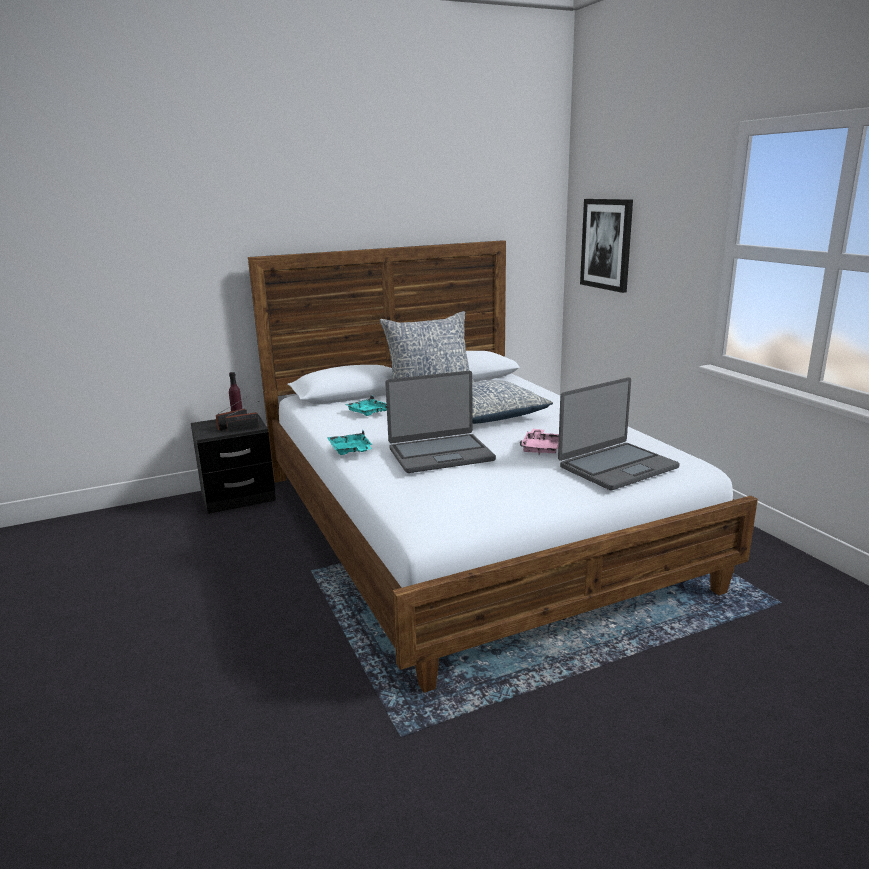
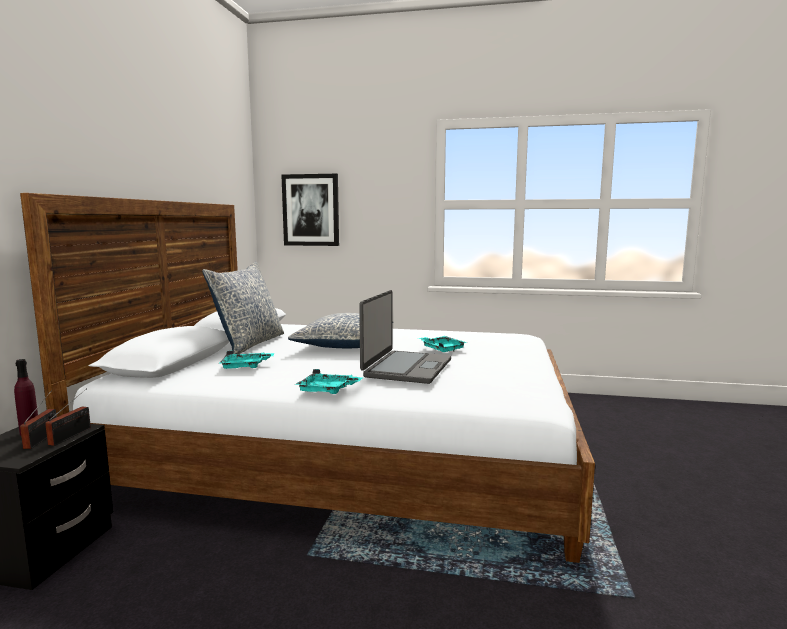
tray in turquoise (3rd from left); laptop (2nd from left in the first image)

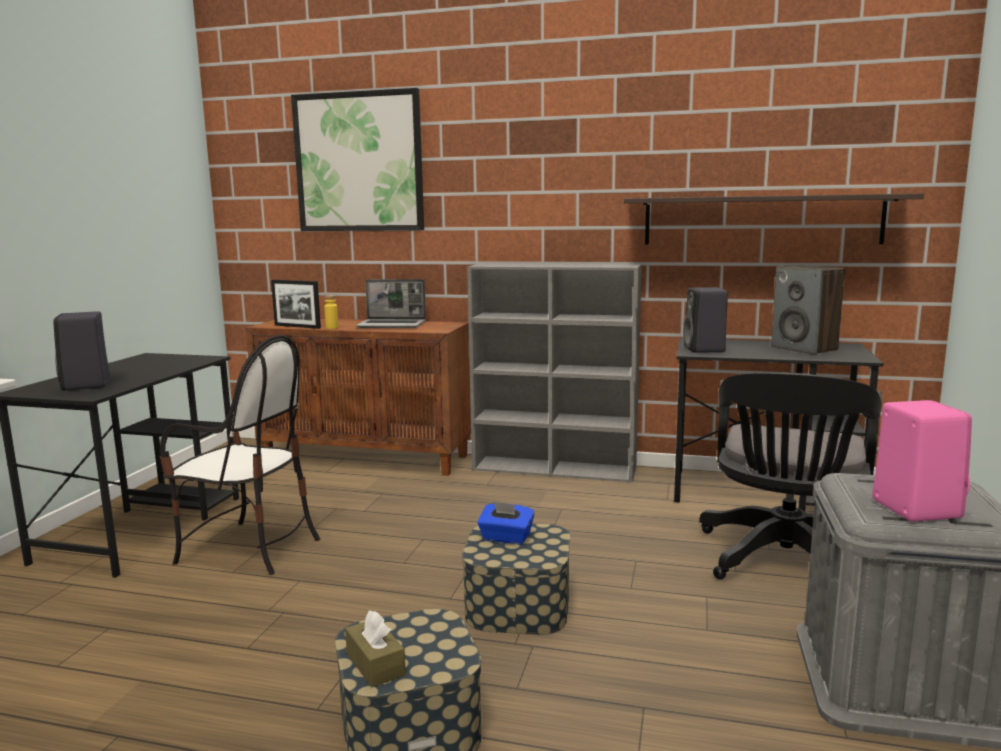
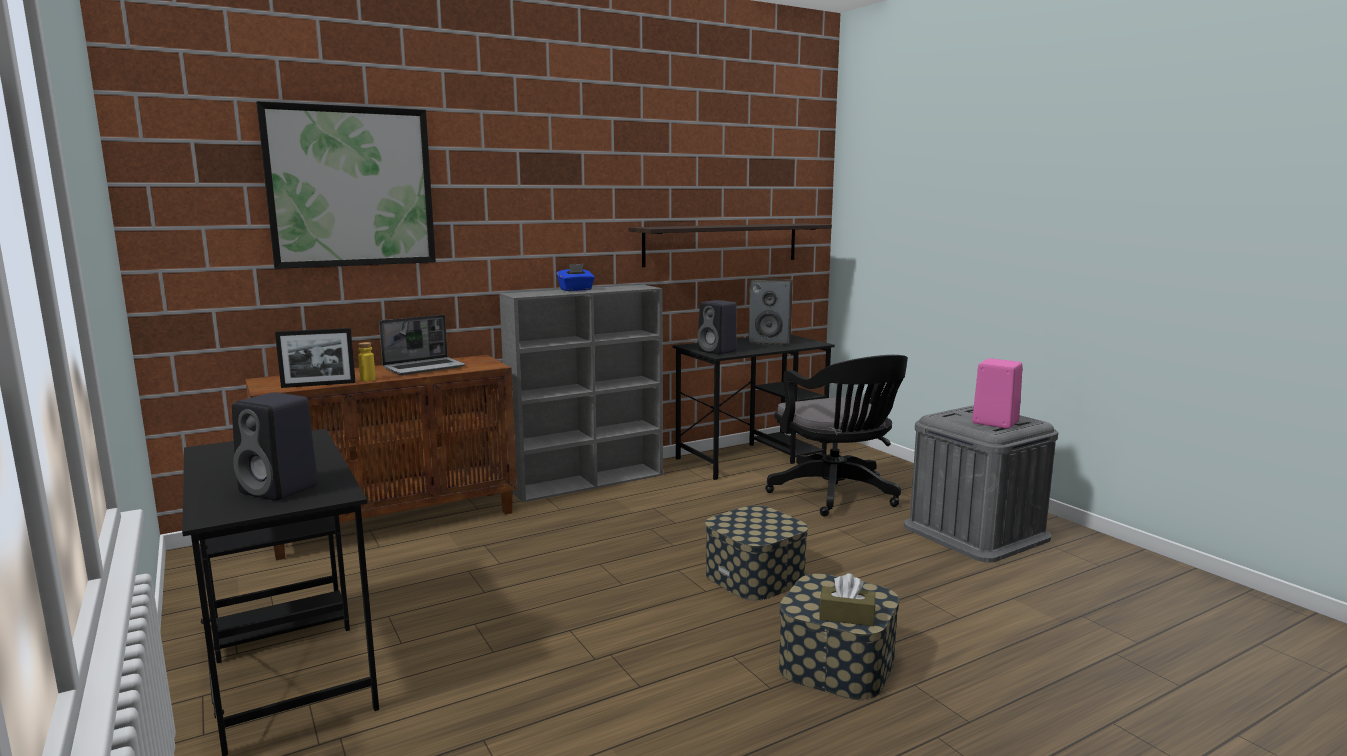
chair; tissue box in blue

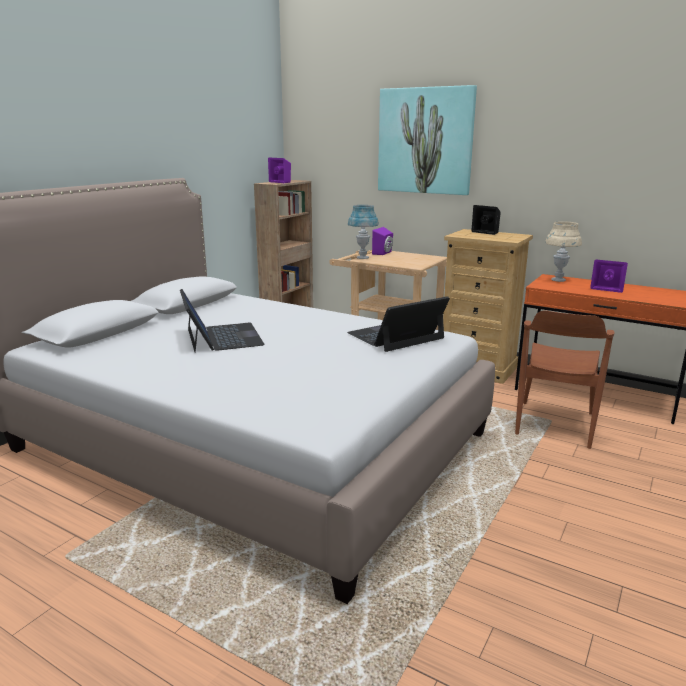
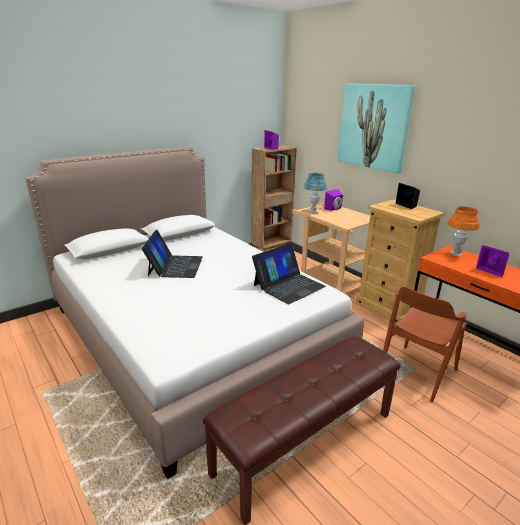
laptop (2nd from left); table lamp in orange; bench in brown

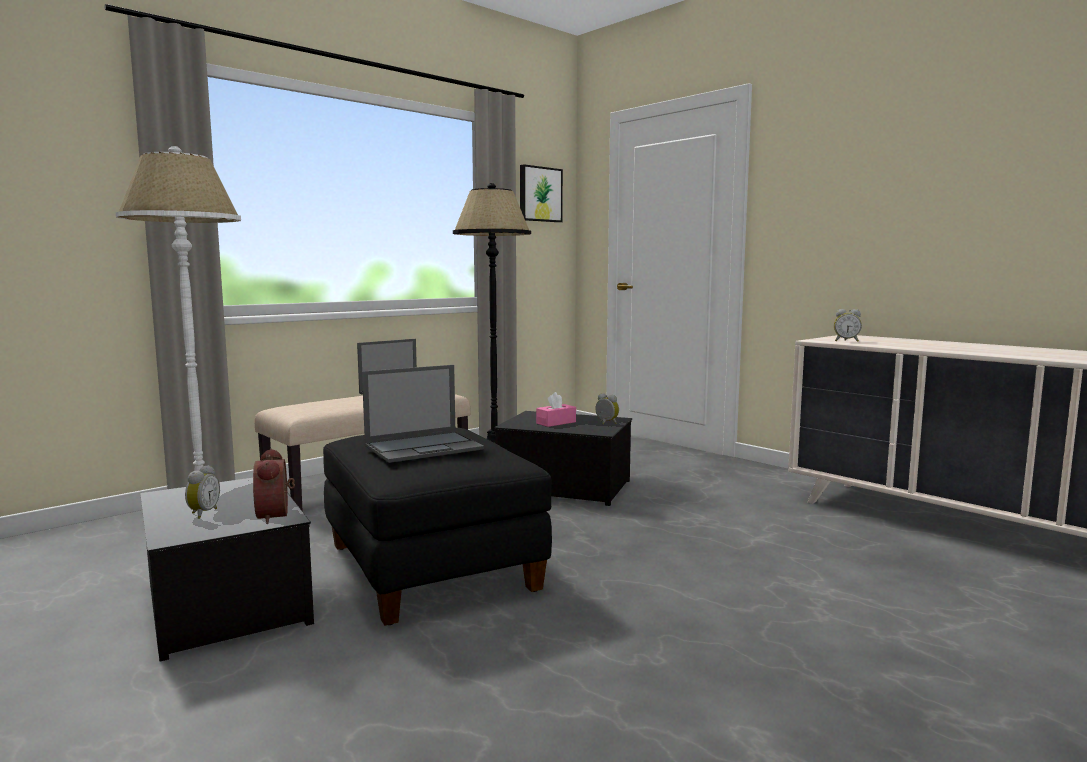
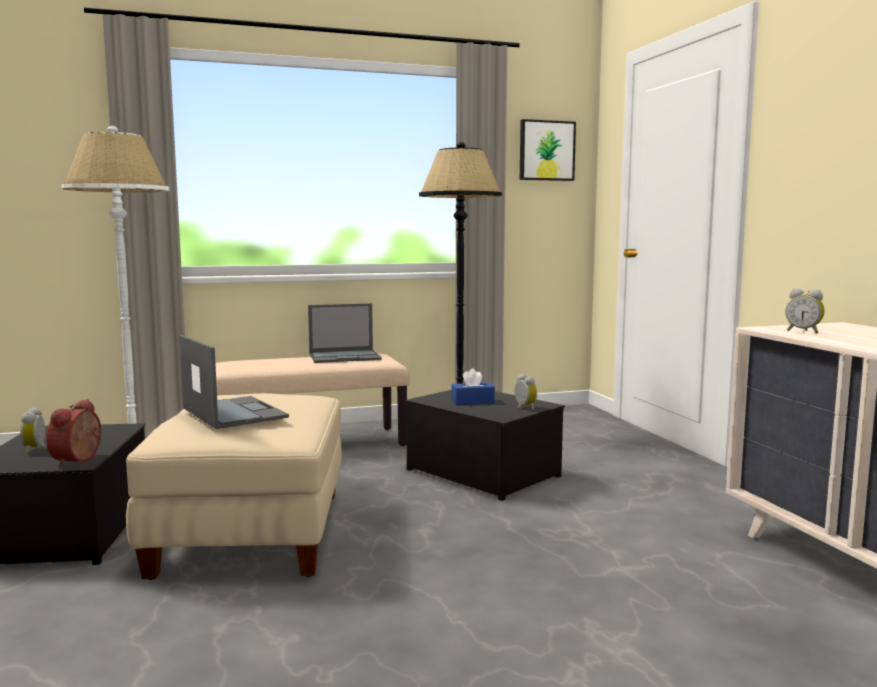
alarm clock (1st from left); ottoman in beige; laptop (1st from left); tissue box in blue

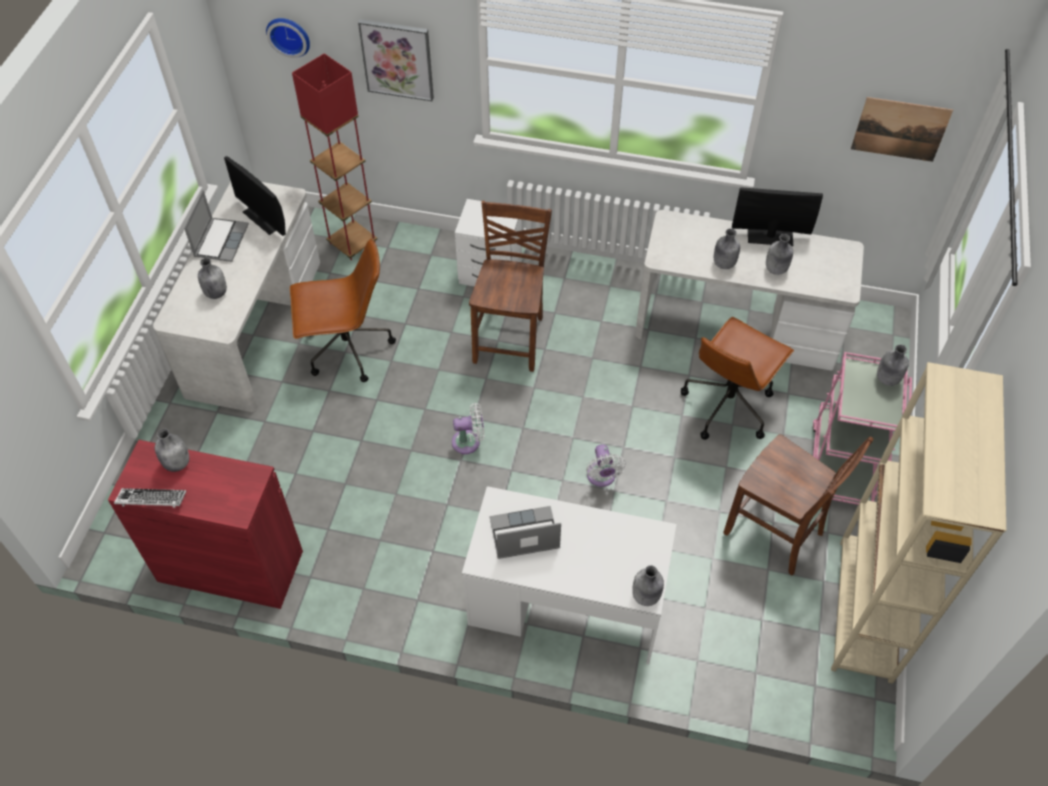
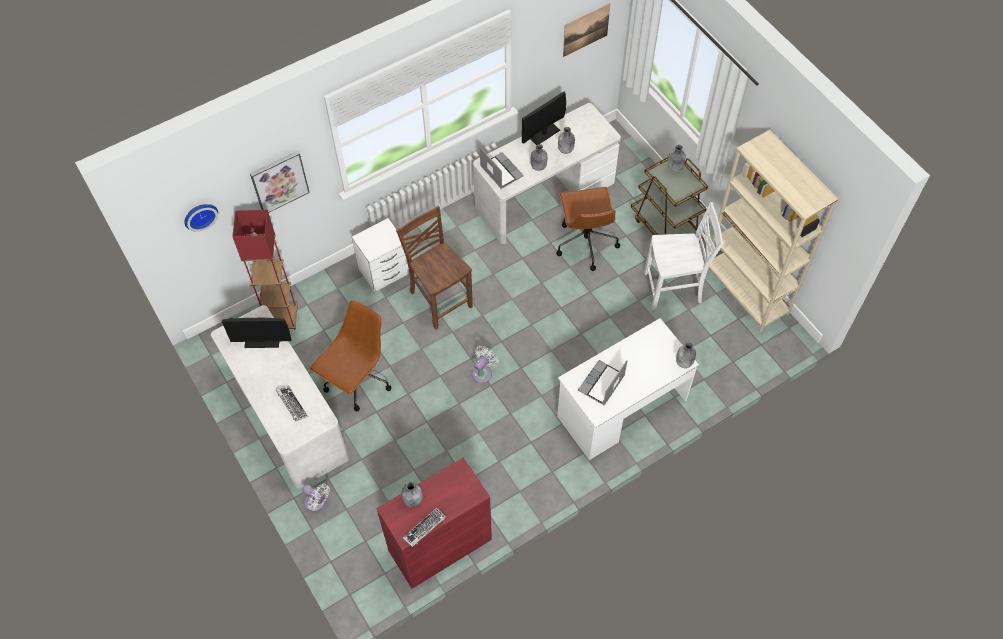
laptop (1st from left); keyboard (1st from left); fan in white (1st from left); chair in white; cart in brown

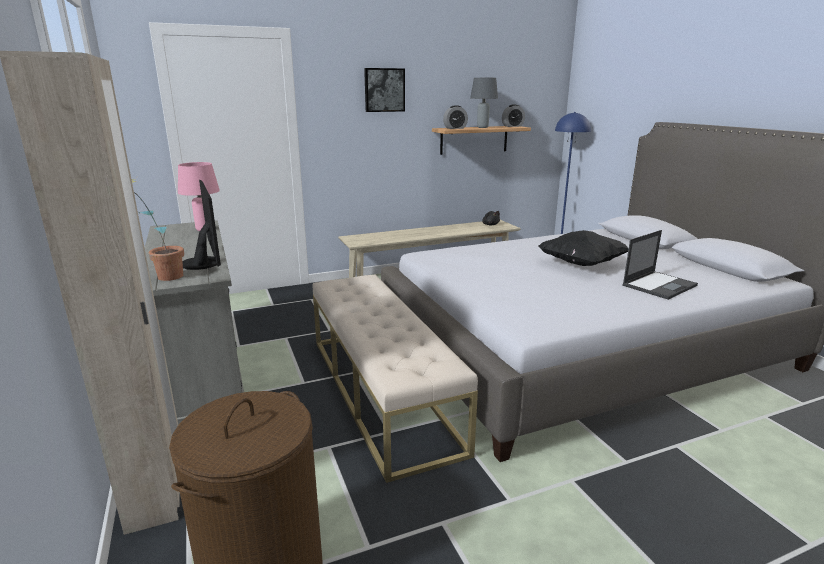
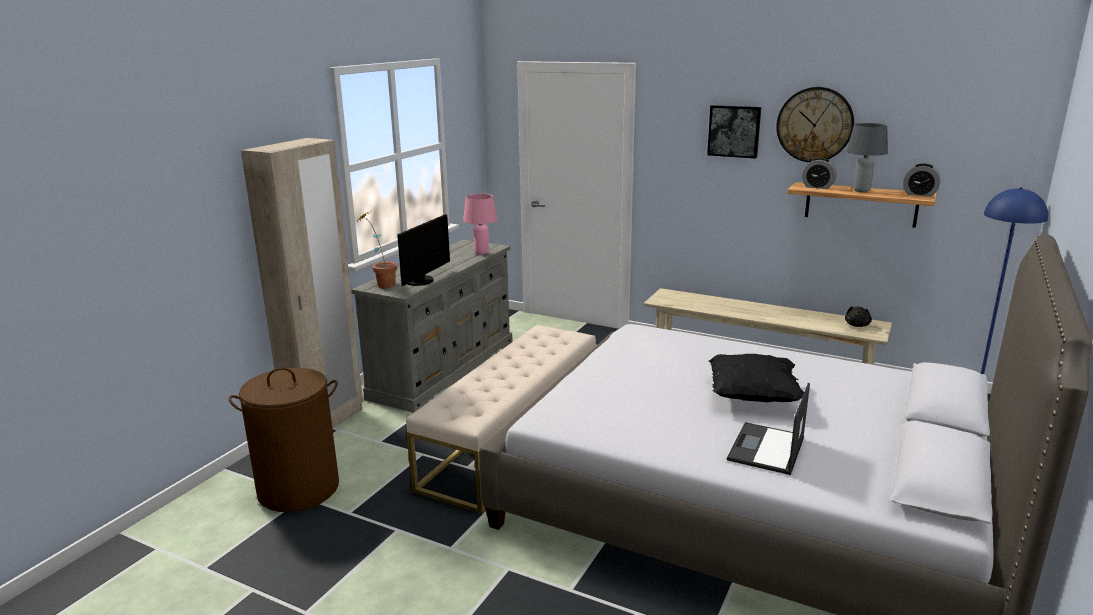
laptop; wall clock

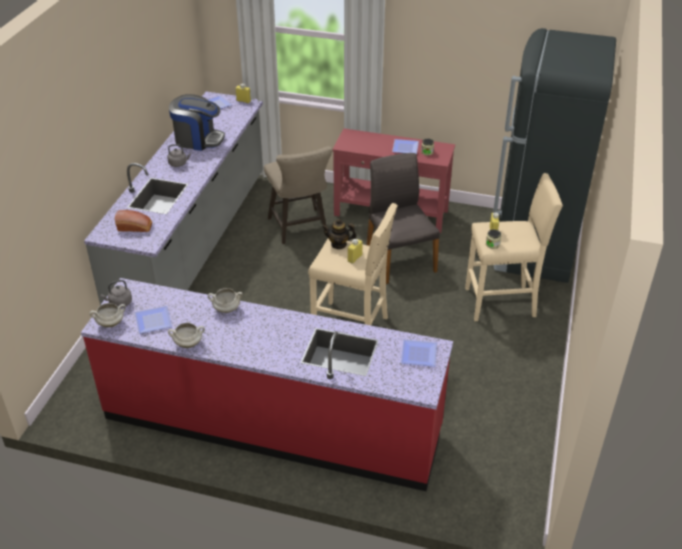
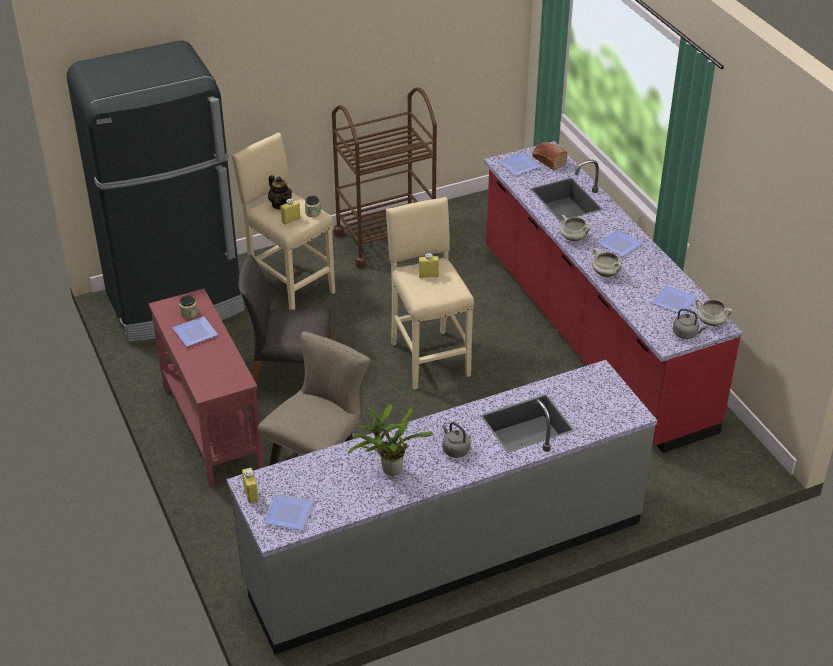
bread; cooking pot in white (1st from left); potted plant; teapot; chair in grey; cart in brown; plate (4th from left)

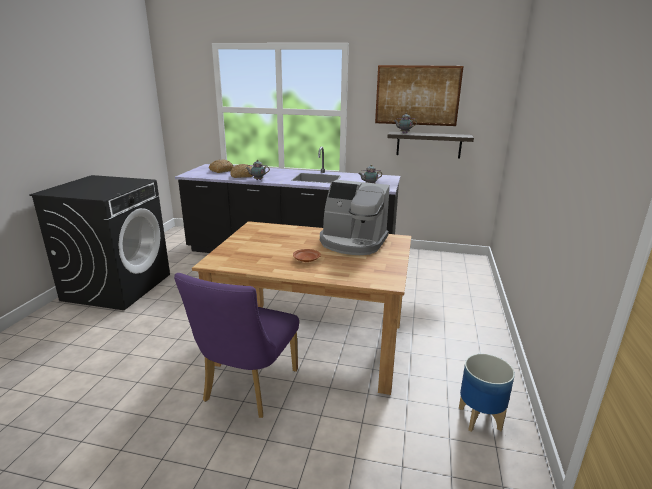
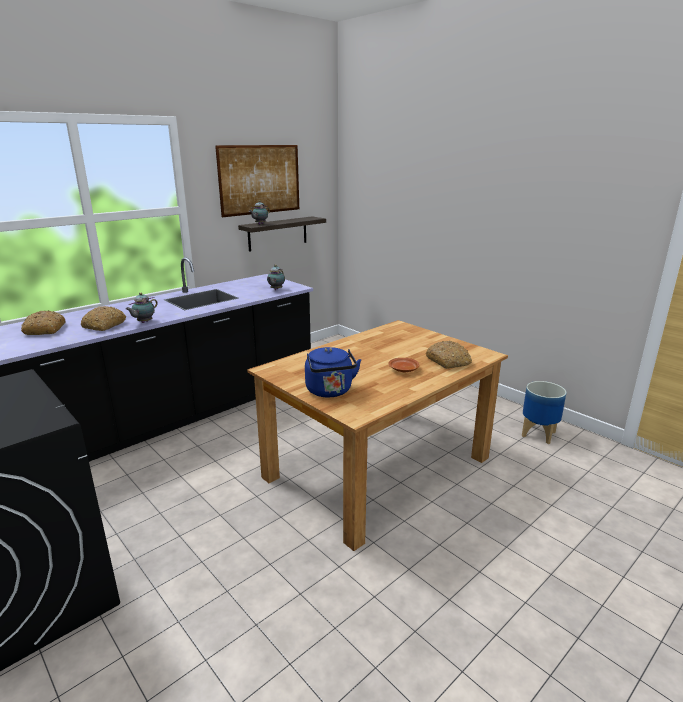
chair in purple; coffee machine; kettle in blue; bread (3rd from left)

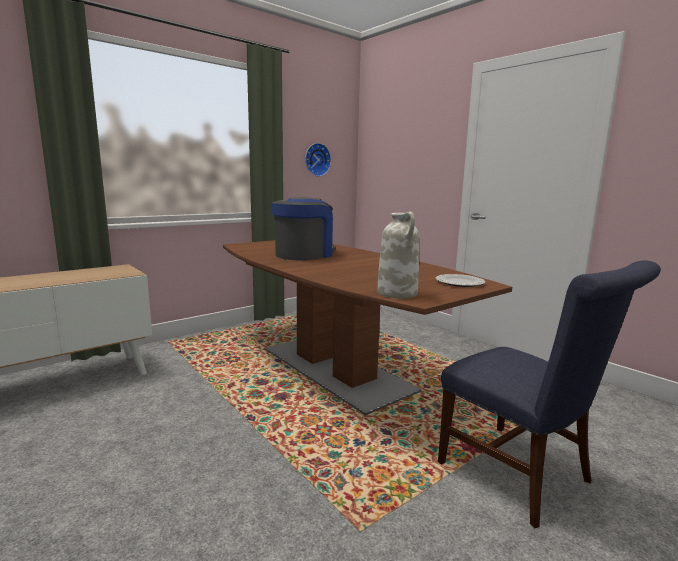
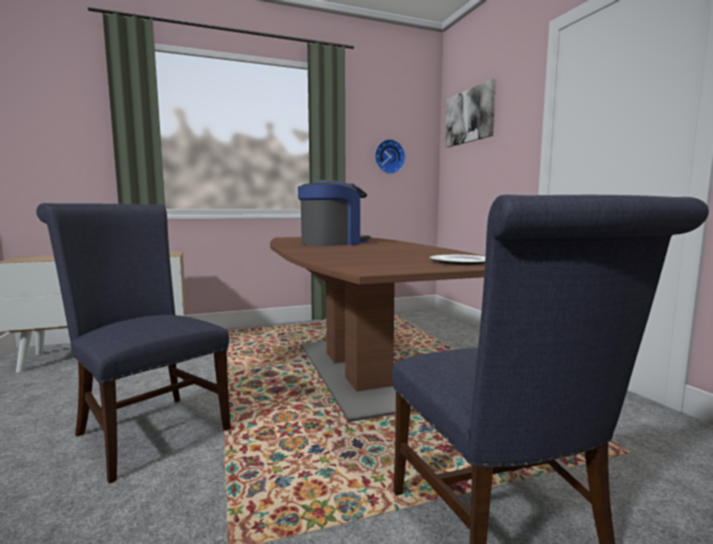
vase in white; chair in blue (1st from left); picture

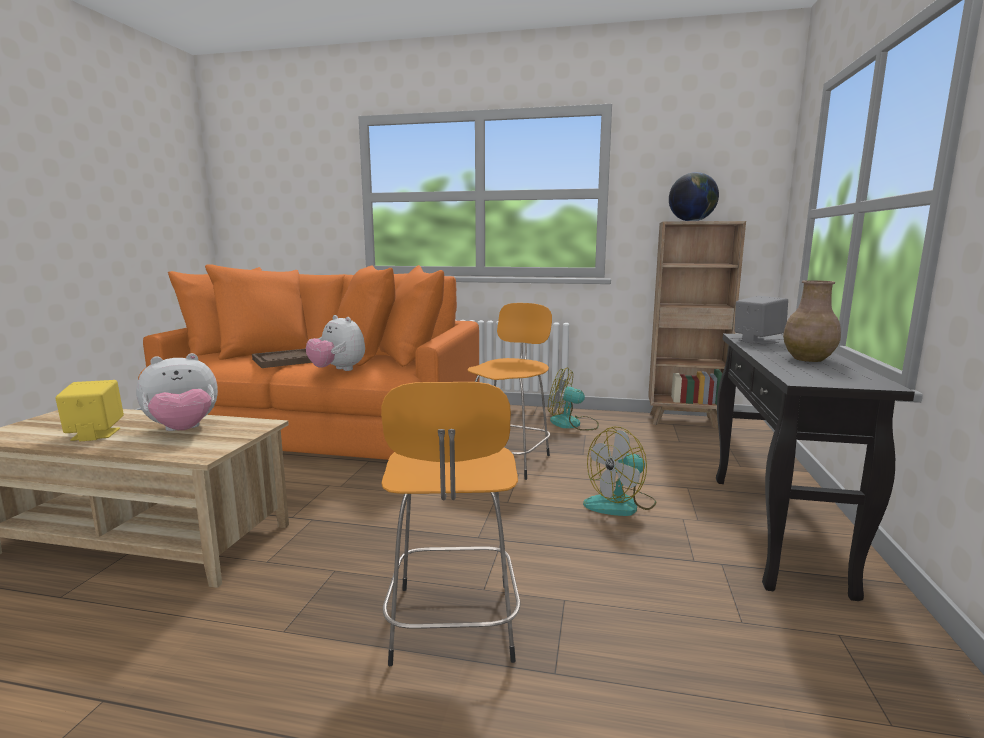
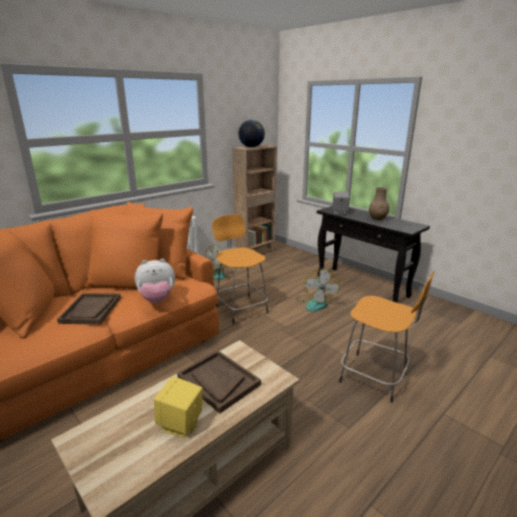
tray in brown (2nd from left)

